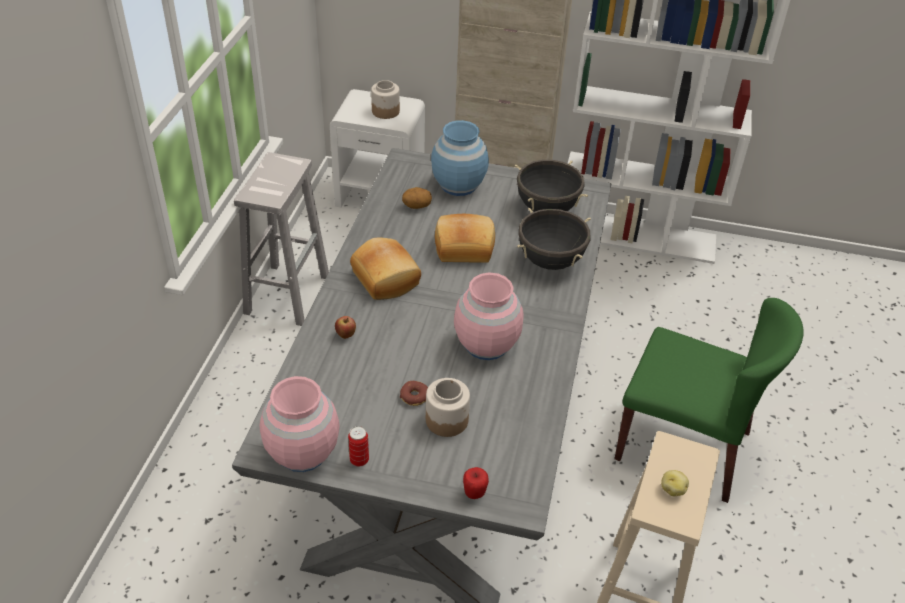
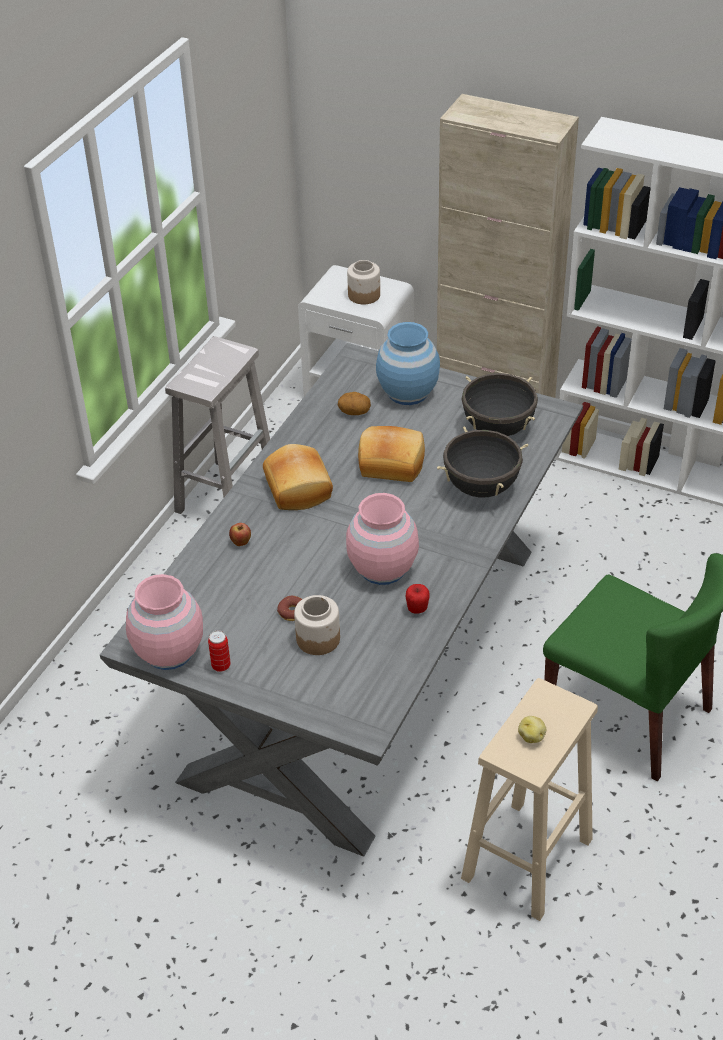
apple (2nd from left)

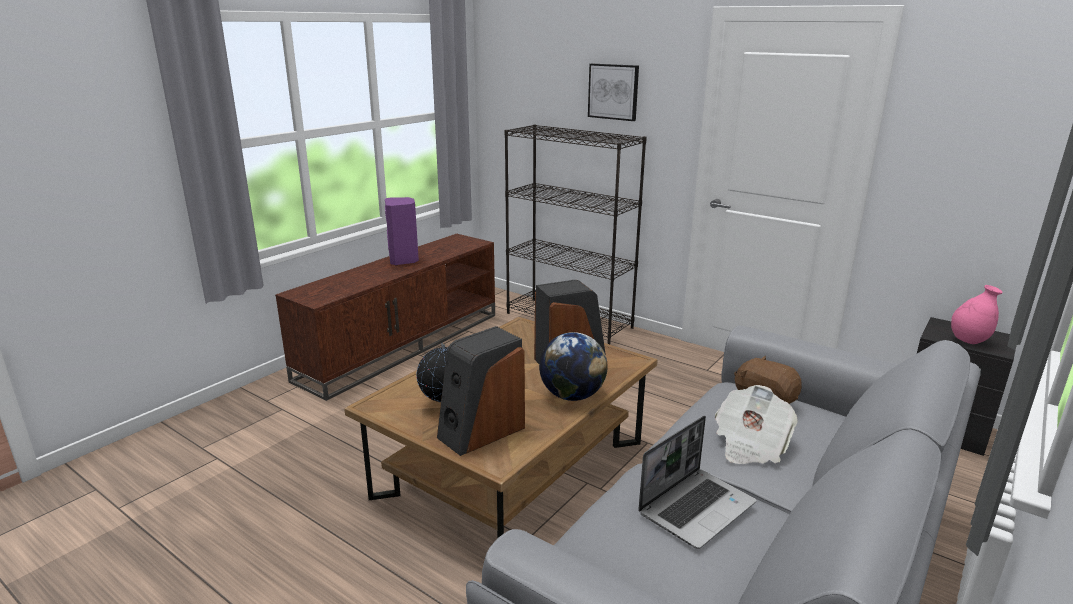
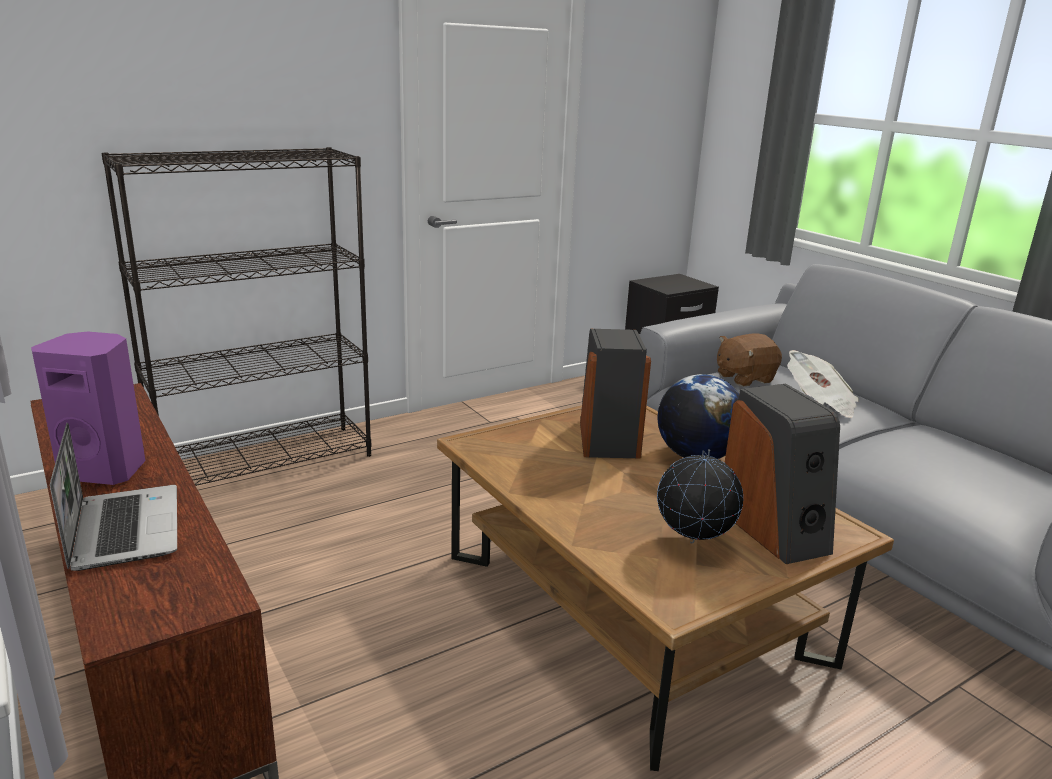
picture; laptop; vase in pink

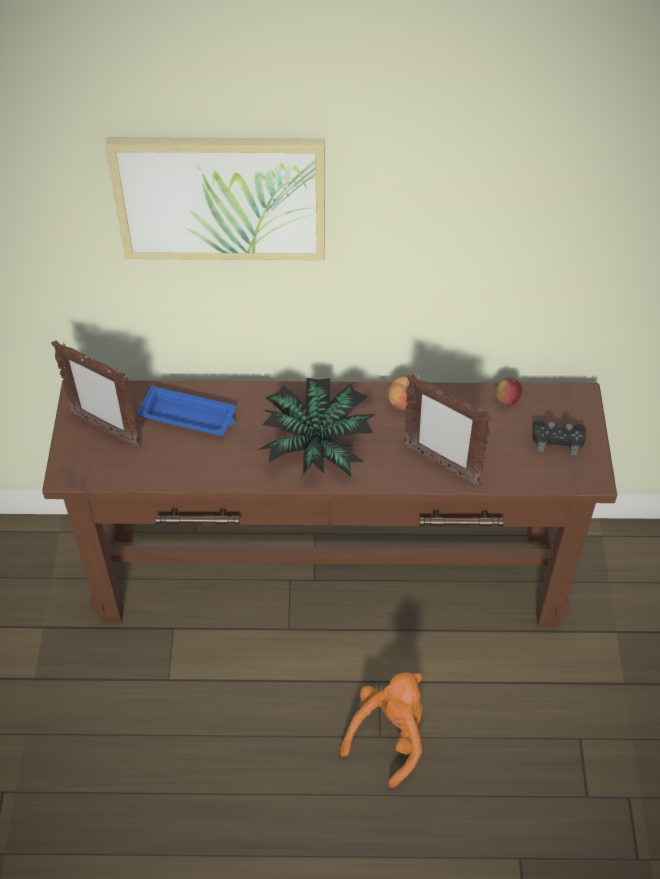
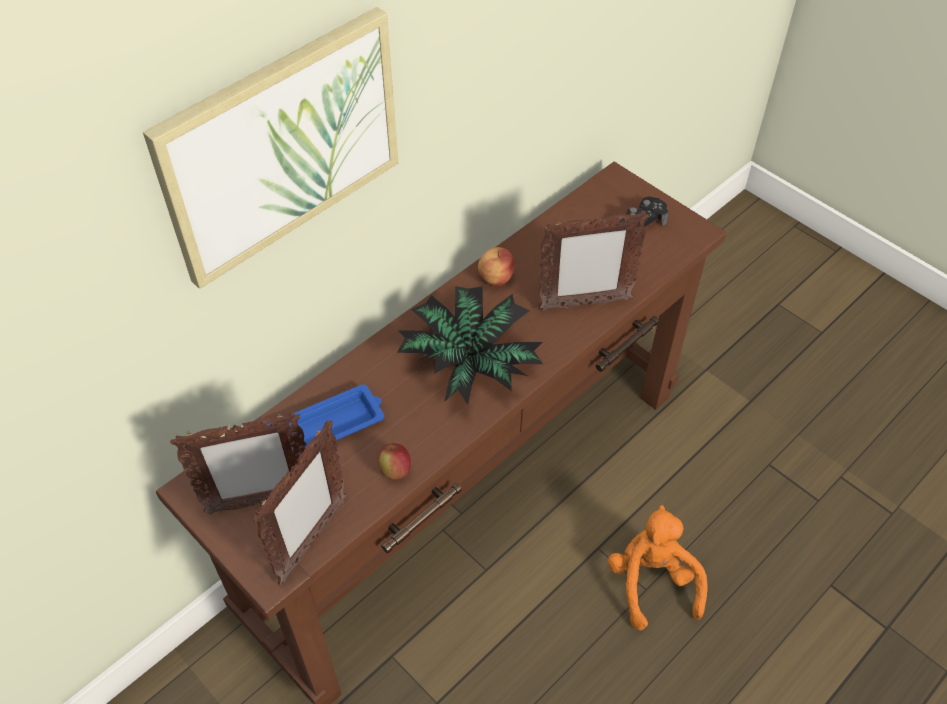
apple (1st from left); picture frame (2nd from left)

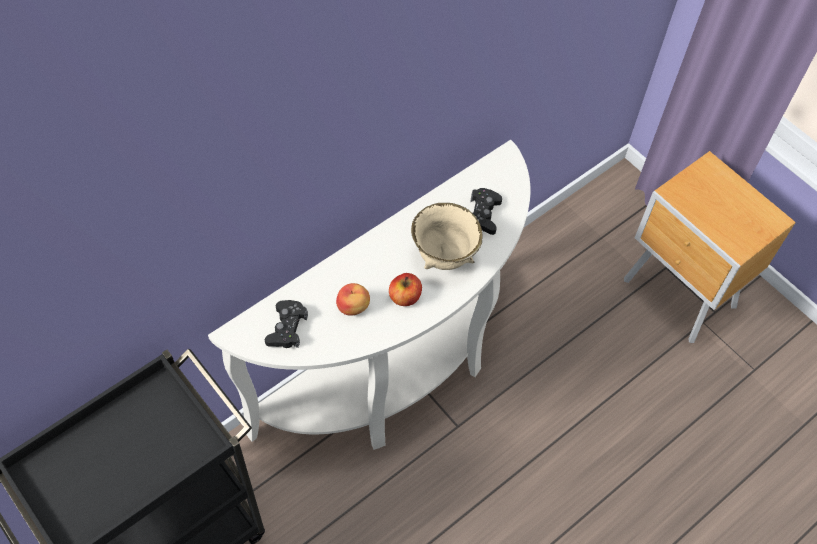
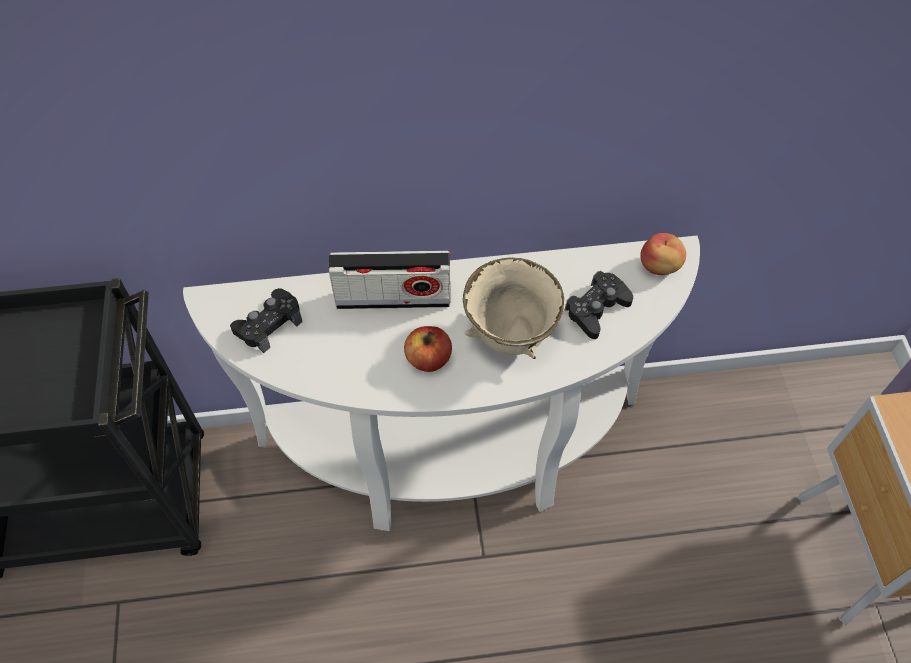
apple (2nd from left); radio

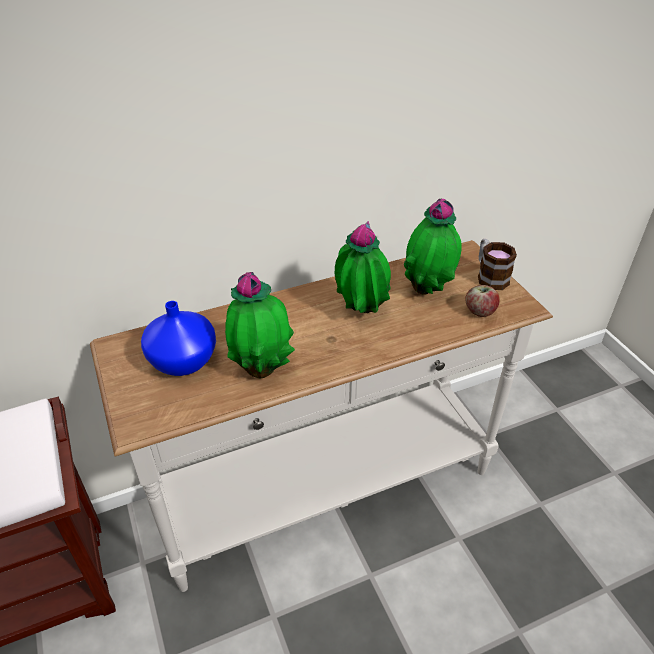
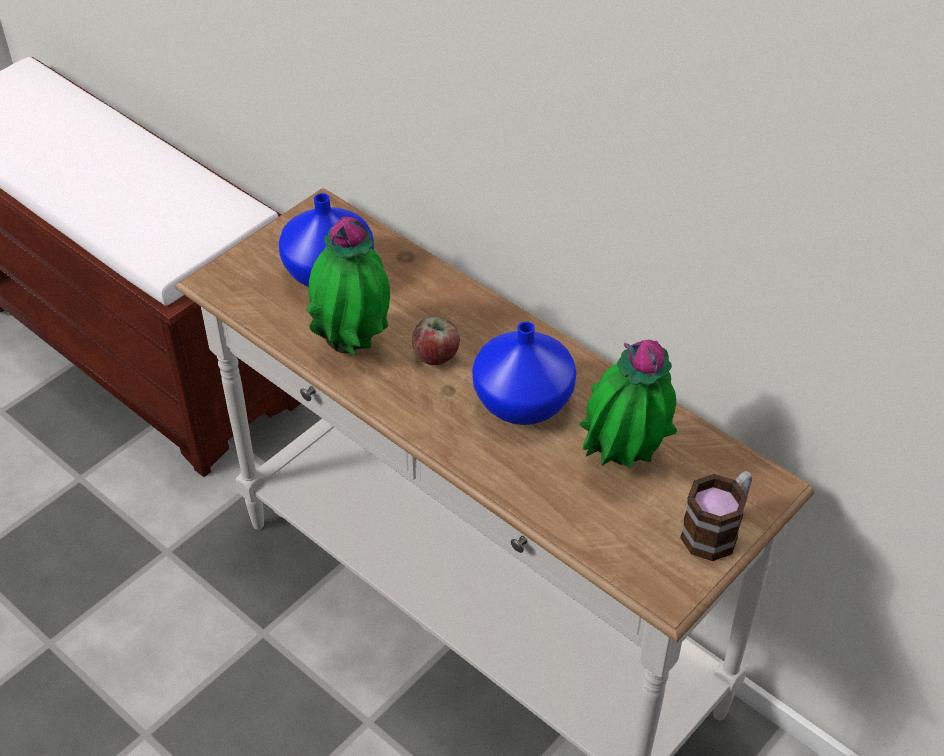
vase in blue (2nd from left); apple

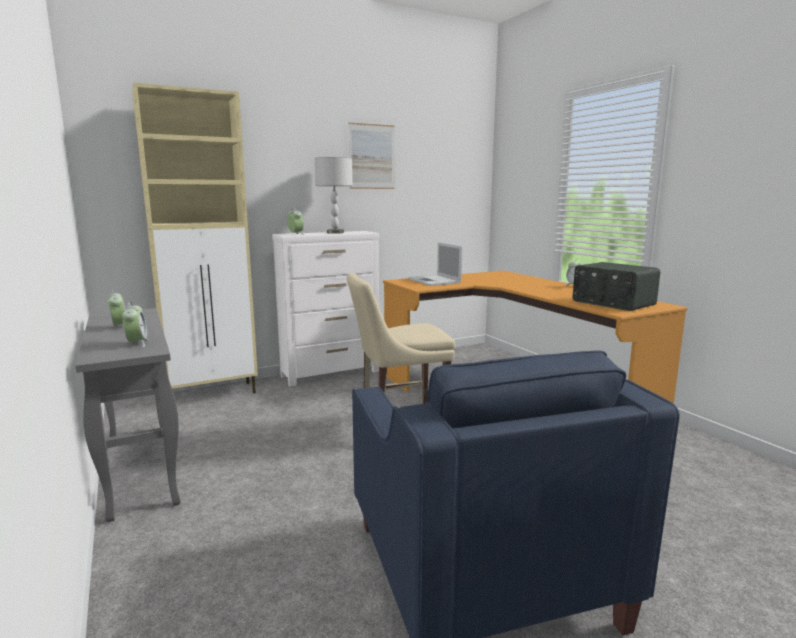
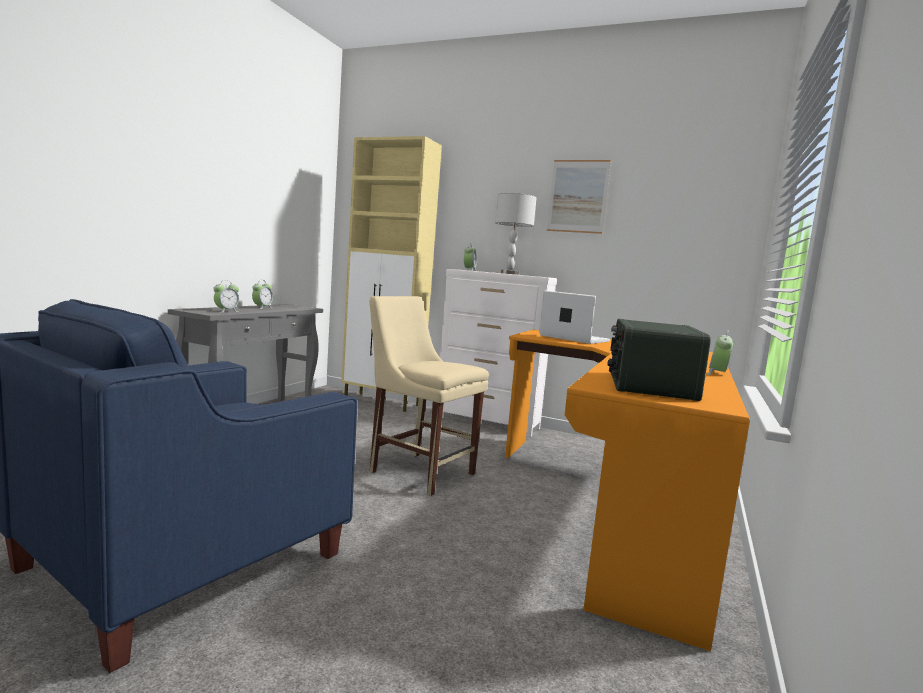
laptop

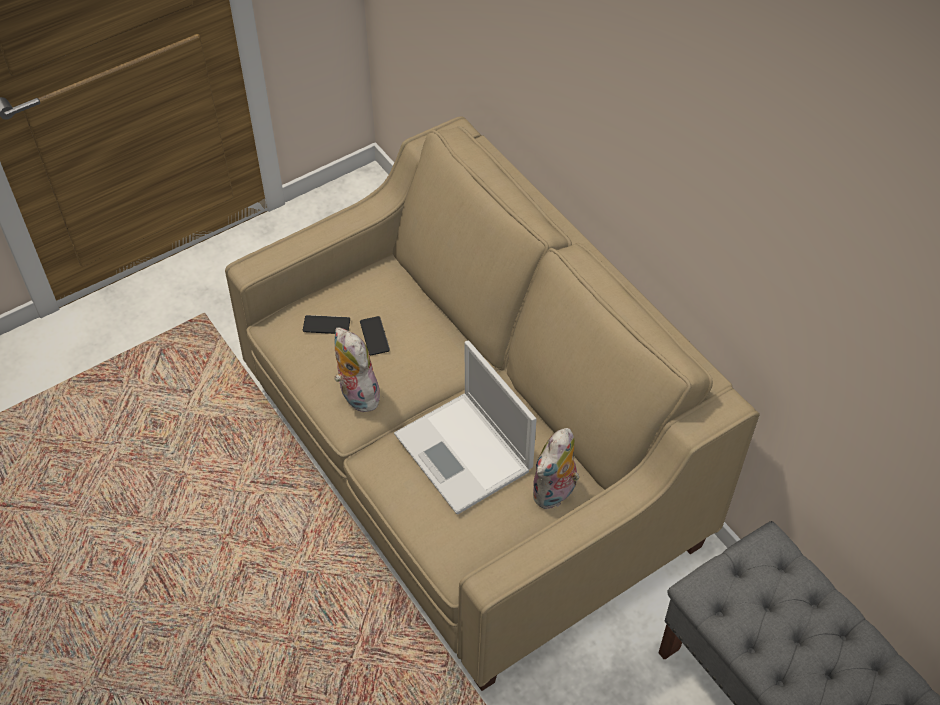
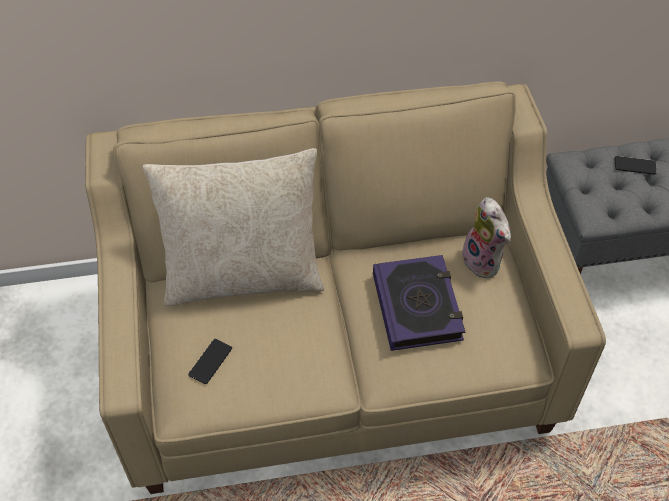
plush toy (1st from left in the first image); phone (2nd from left); book; pillow in beige

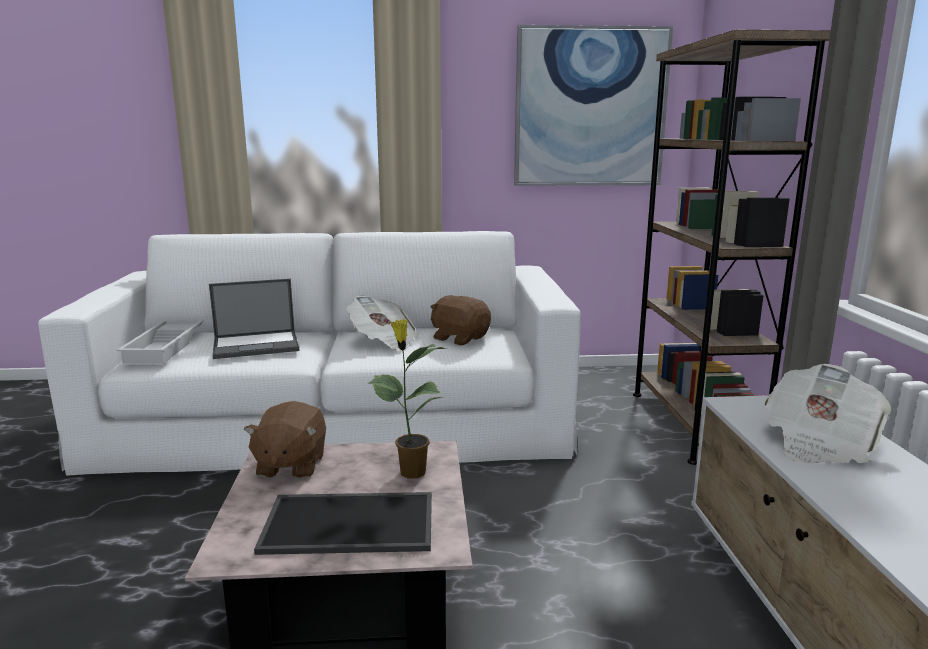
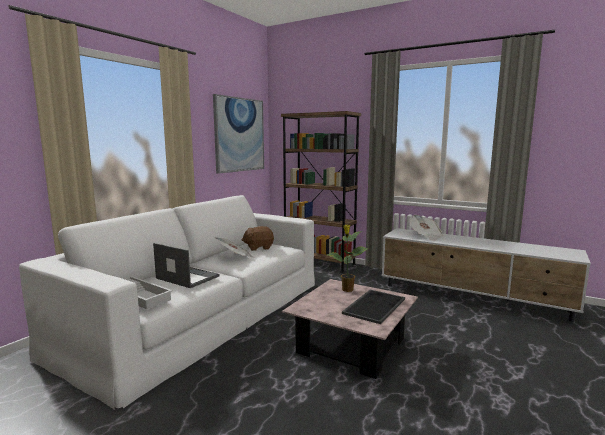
laptop; plush toy in brown (1st from left in the first image)

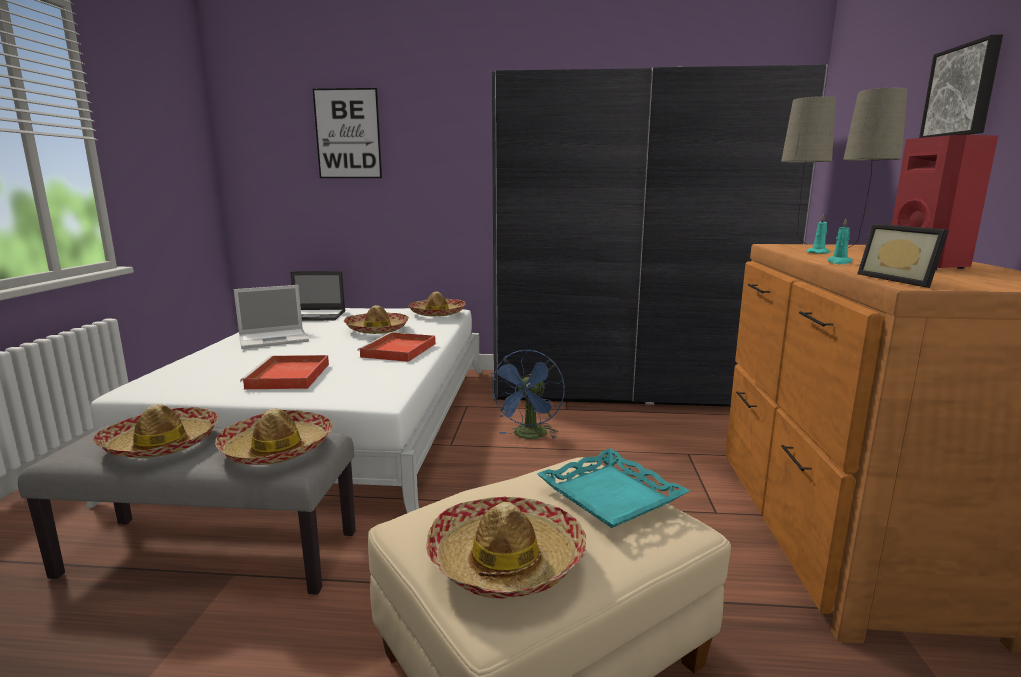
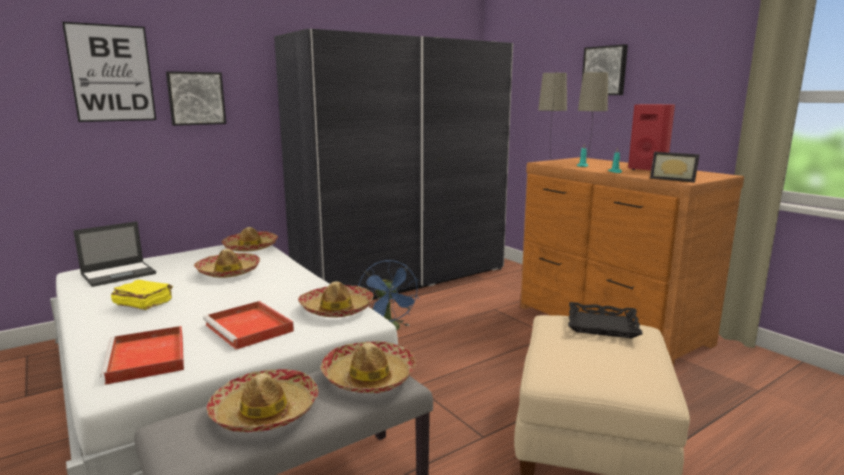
book in yellow; tray in red (1st from left); hat (4th from left); tray in black; picture (2nd from left)

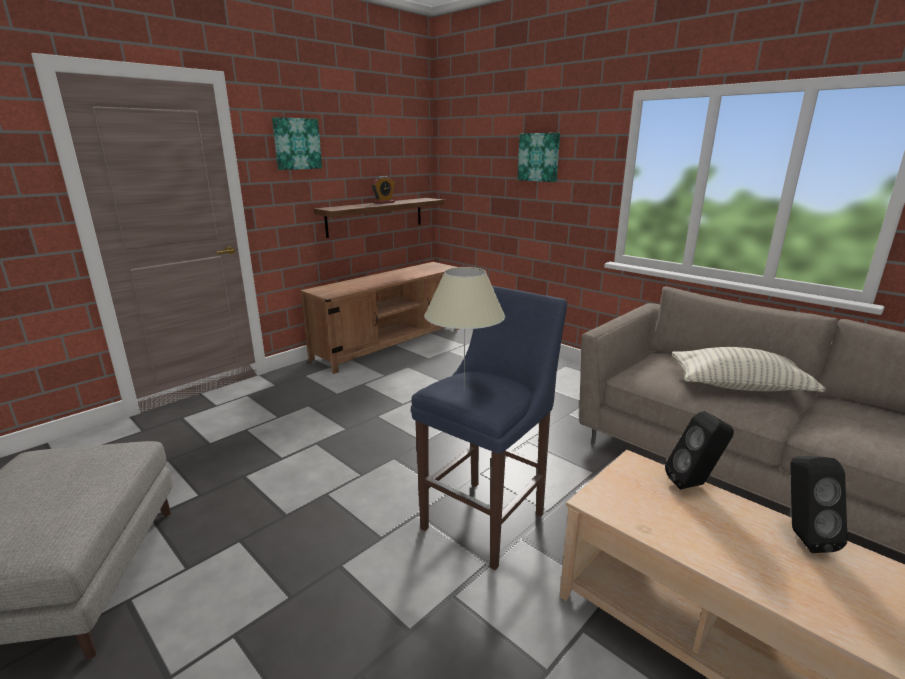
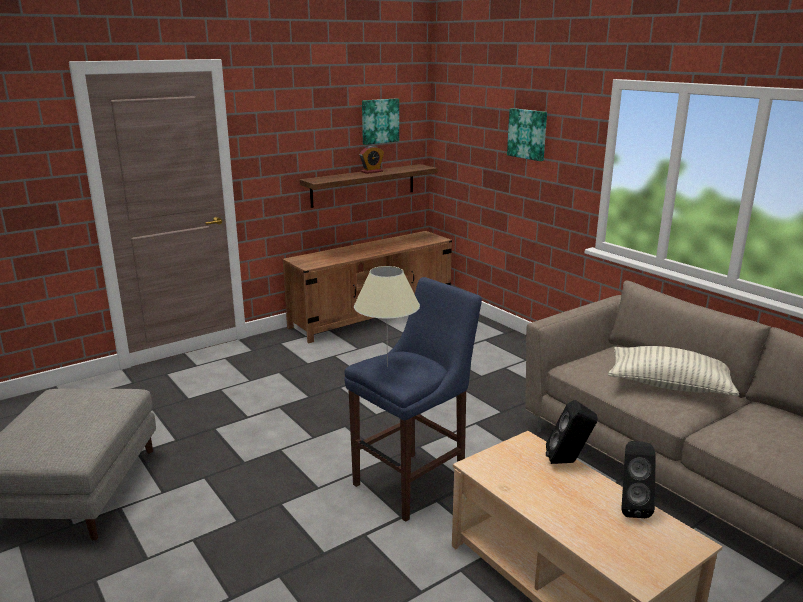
picture (1st from left)

